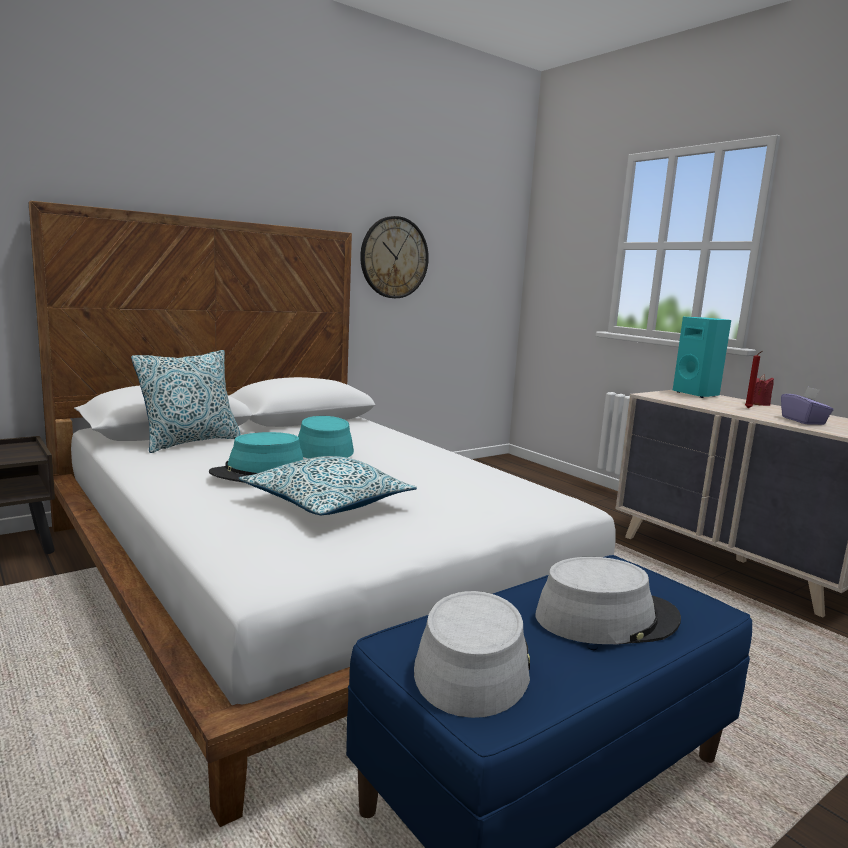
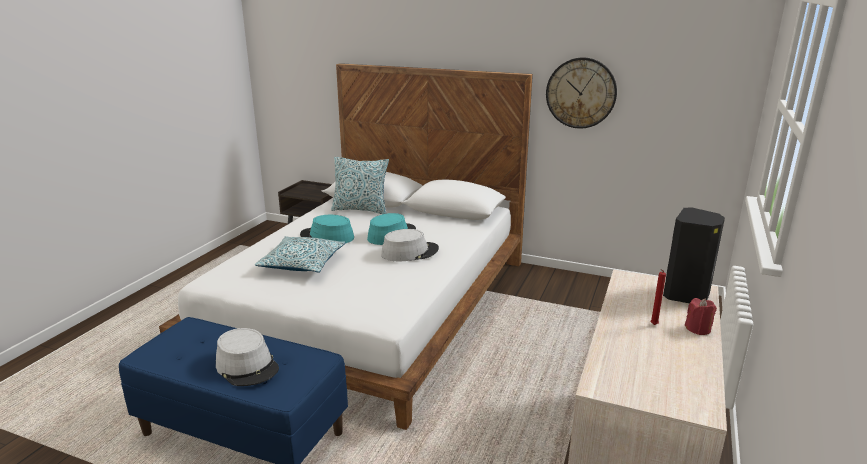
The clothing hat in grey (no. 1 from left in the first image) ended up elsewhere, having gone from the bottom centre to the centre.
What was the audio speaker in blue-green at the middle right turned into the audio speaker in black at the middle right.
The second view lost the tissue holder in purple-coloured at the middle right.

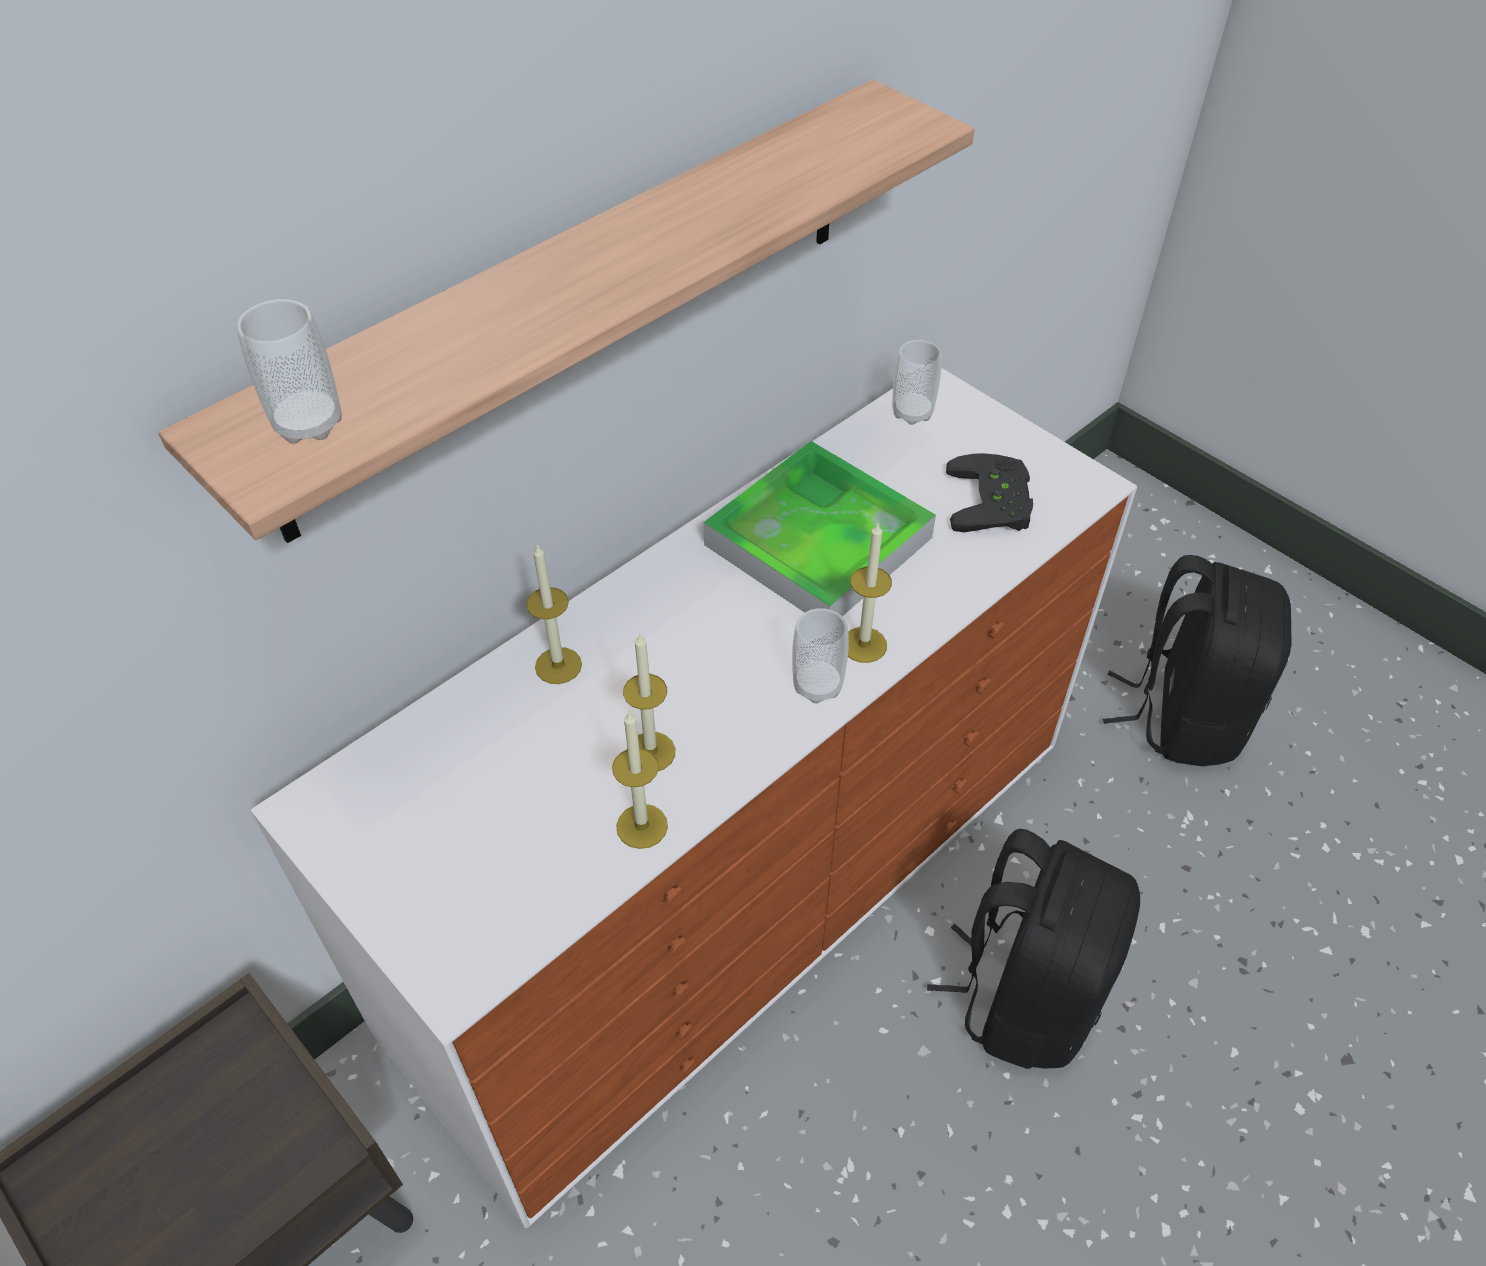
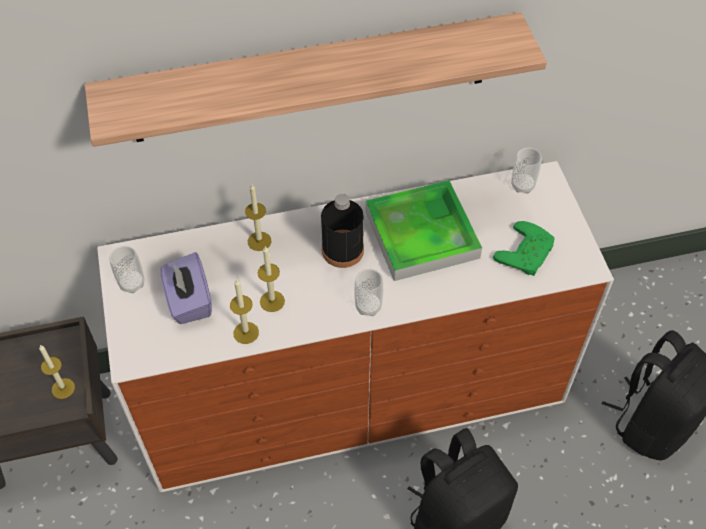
The wax candle (no. 4 from left in the first image) ended up elsewhere, having gone from the centre to the bottom left.
The cup (no. 1 from left) ended up elsewhere, having gone from the top left to the middle left.
The second view gained the tissue holder in purple-coloured at the middle left.
The second view gained the beverage bottle in black at the centre.
What was the joypad in black at the centre turned into the joypad in greenish at the middle right.

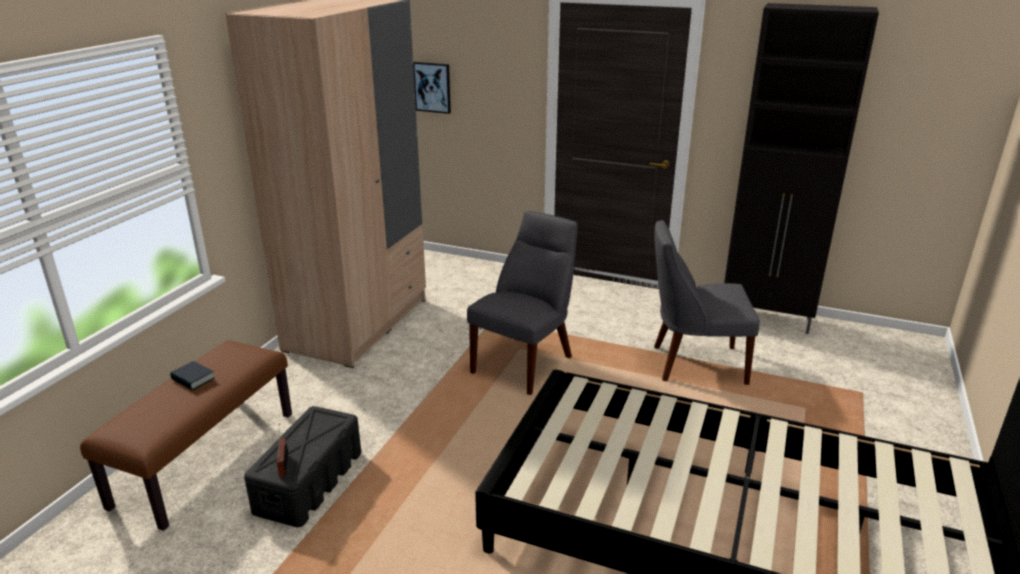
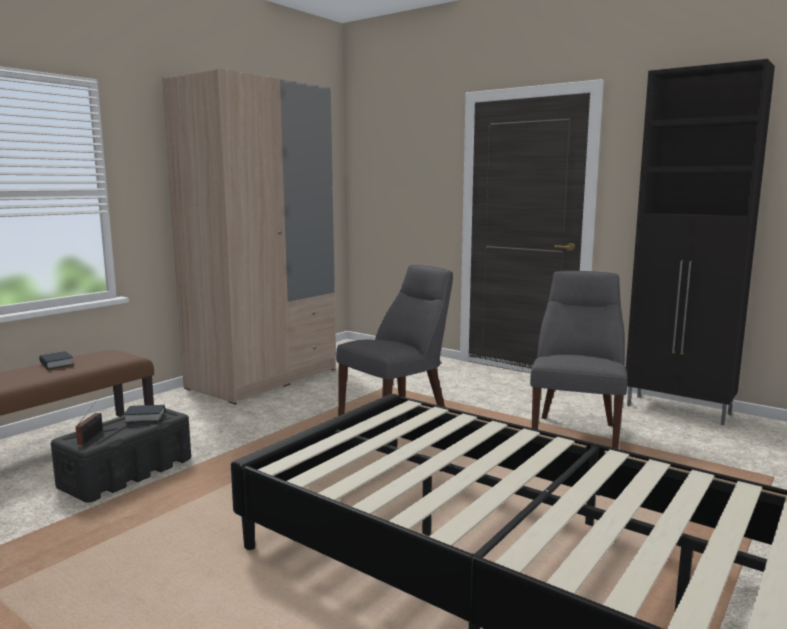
The second view gained the book (no. 2 from left) at the middle left.
The upright chair in grey (no. 2 from left) at the middle right ended up facing another way, 90 degrees clockwise from before.
The second view lost the wall art at the top centre.

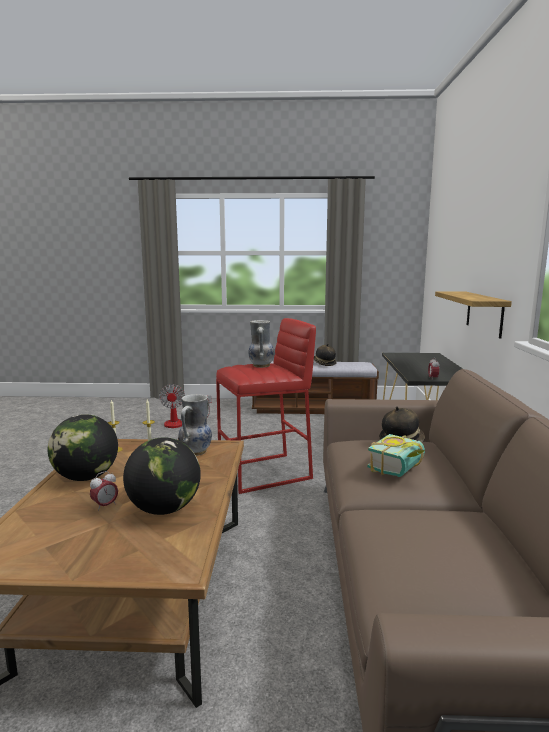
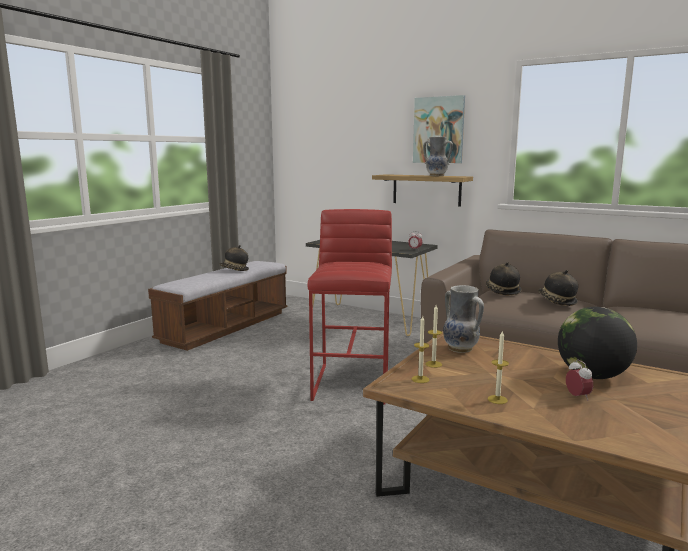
The second view gained the wall art at the top centre.
The flower vase (no. 2 from left in the first image) ended up elsewhere, having gone from the centre to the top centre.
Where the desk globe (no. 1 from left) stood at the middle left, the wax candle (no. 3 from left) came to stand at the middle right.
Where the book stood at the middle right, the clothing hat (no. 3 from left) came to stand at the middle right.
The second view lost the cooling fan at the centre.

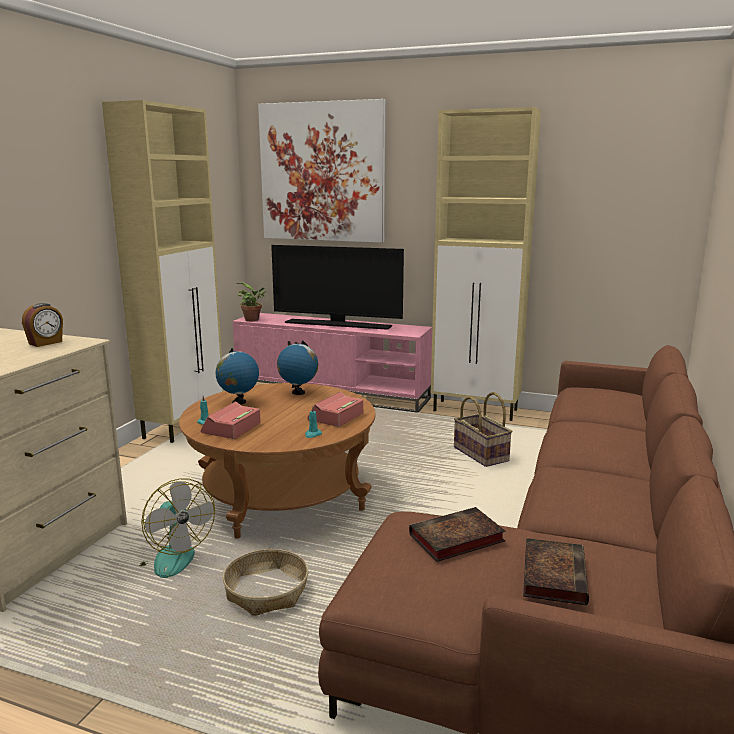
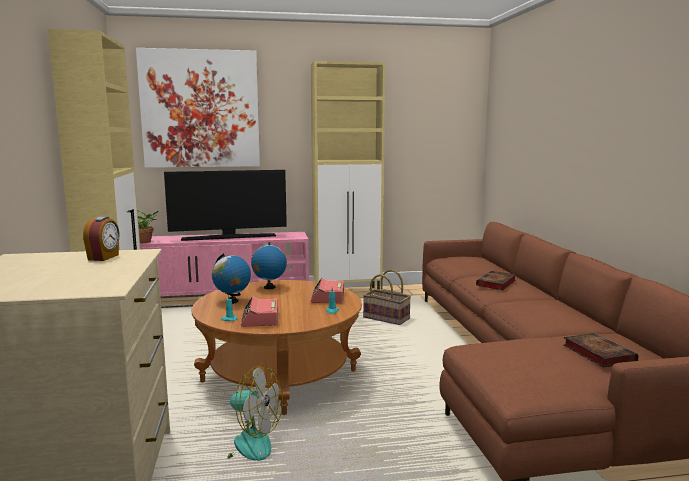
The book (no. 1 from left) ended up elsewhere, having gone from the bottom centre to the middle right.
The second view lost the basket (no. 1 from left) at the bottom centre.

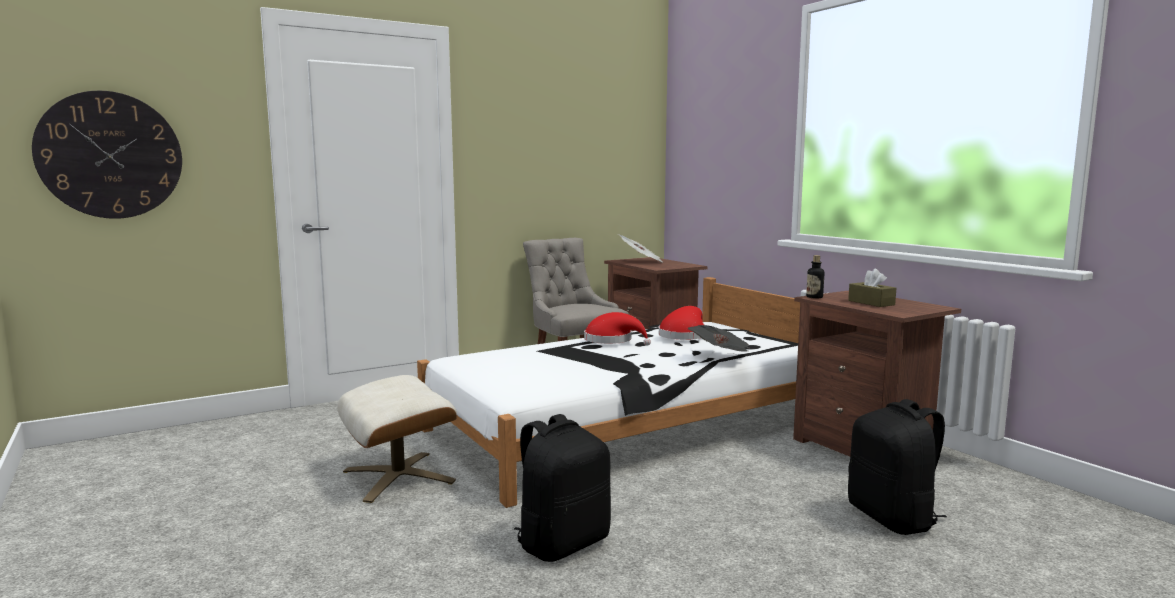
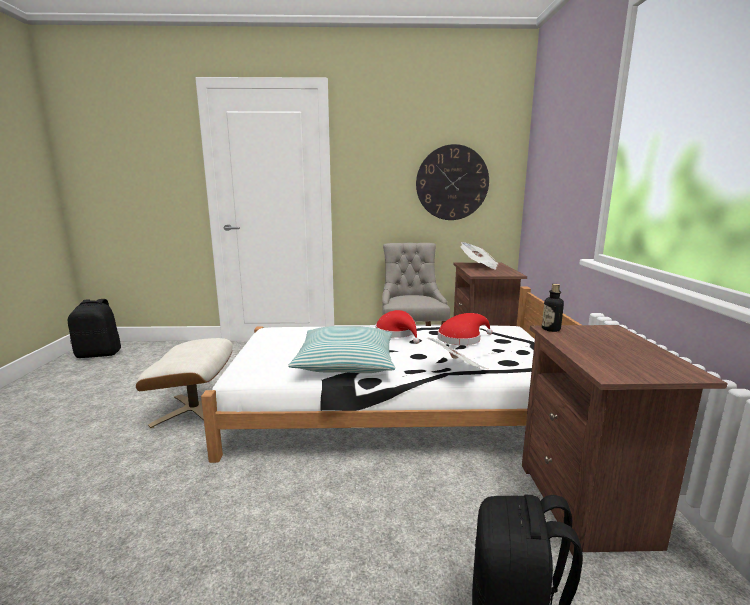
The knapsack in black (no. 1 from left) ended up elsewhere, having gone from the bottom centre to the middle left.
The second view gained the pillow at the centre.
The hanging clock ended up elsewhere, having gone from the top left to the top centre.
The second view lost the tissue holder in brownish at the middle right.

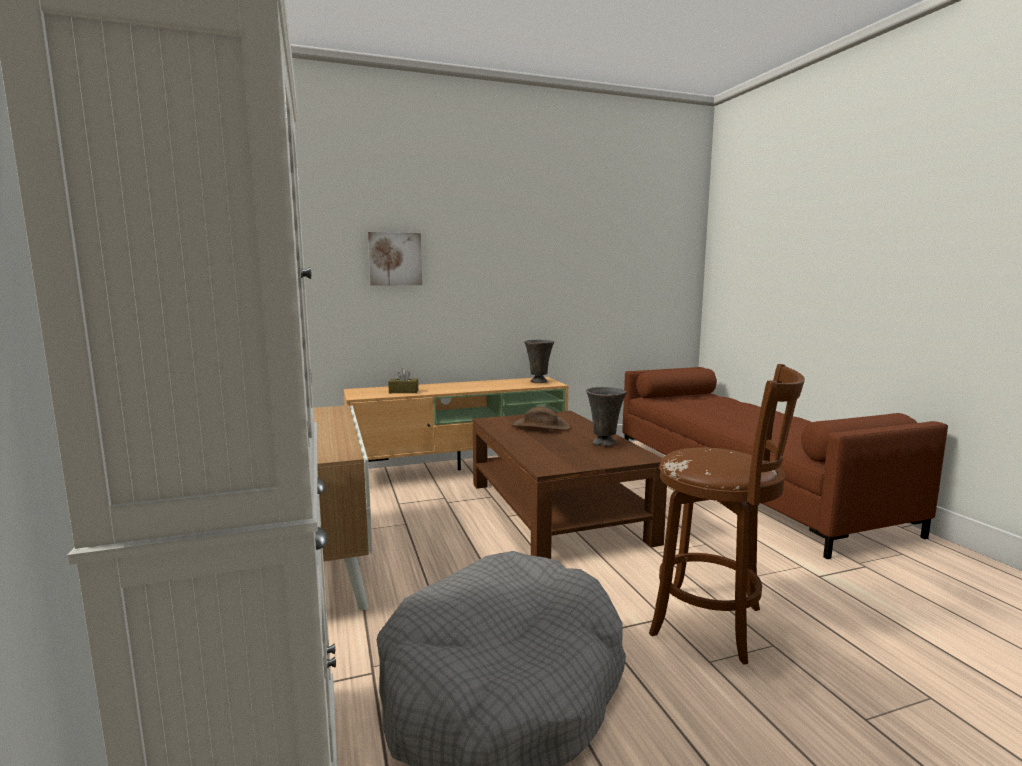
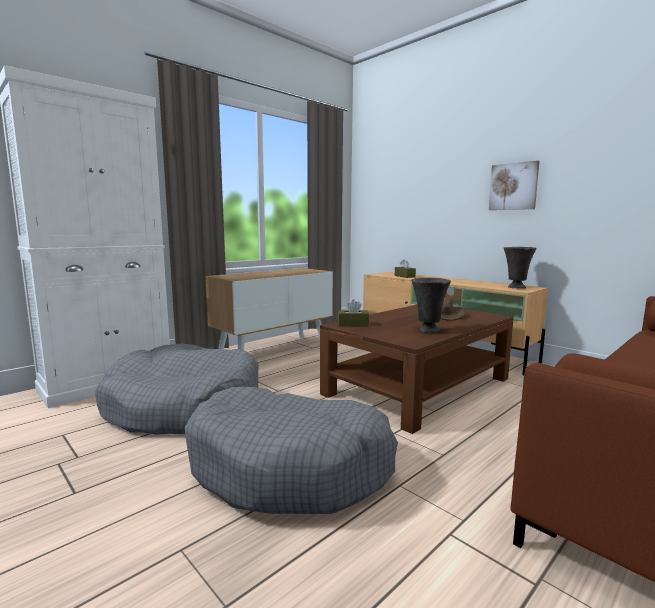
Where the stool seat in brownish stood at the bottom right, the pet bed in grey (no. 2 from left) came to stand at the bottom centre.
The second view gained the tissue holder in brownish (no. 1 from left) at the centre.
The wall art ended up elsewhere, having gone from the centre to the top right.

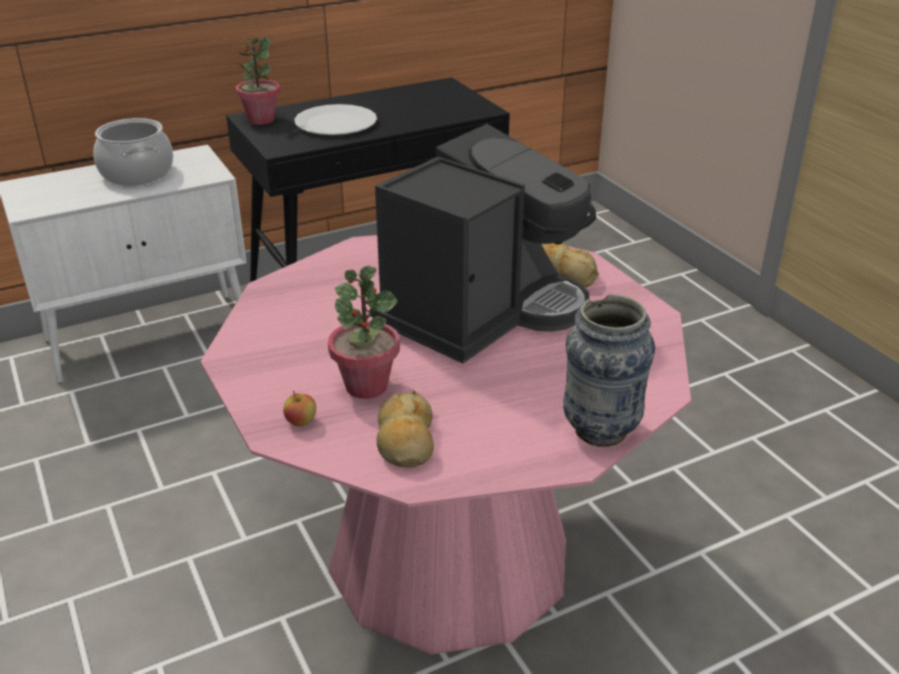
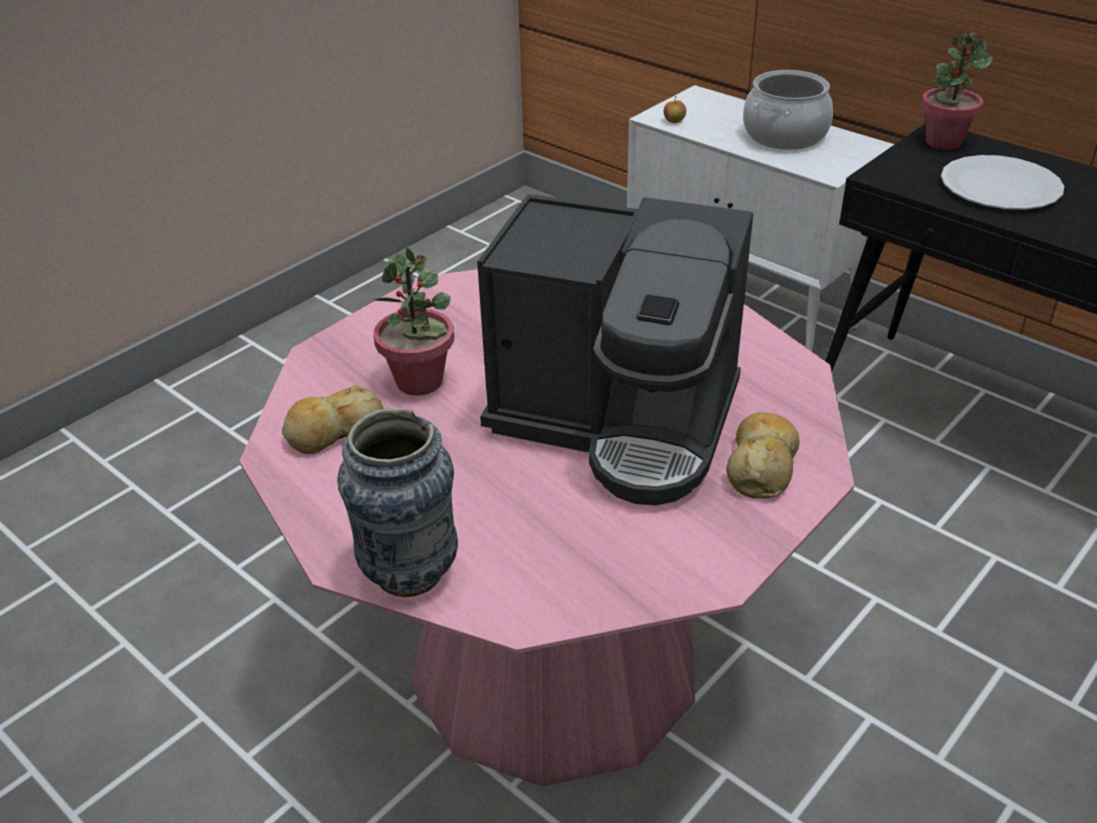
The apple ended up elsewhere, having gone from the middle left to the top centre.

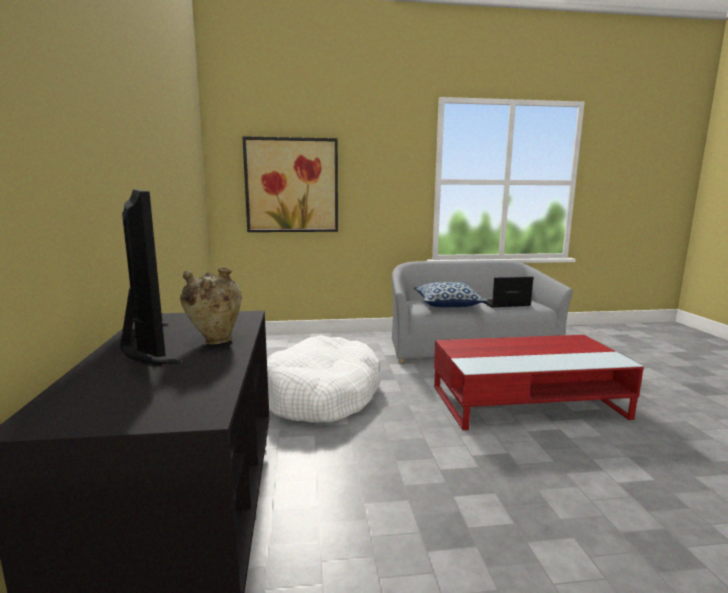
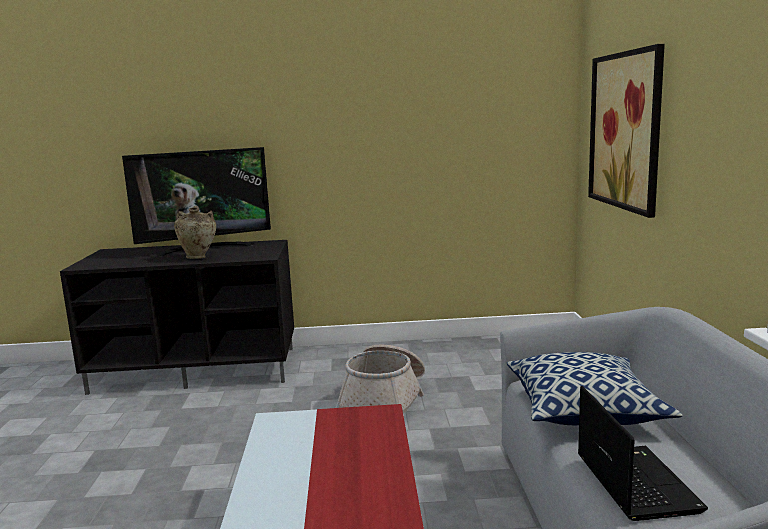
Where the pet bed in white-coloured stood at the centre, the basket came to stand at the bottom centre.

